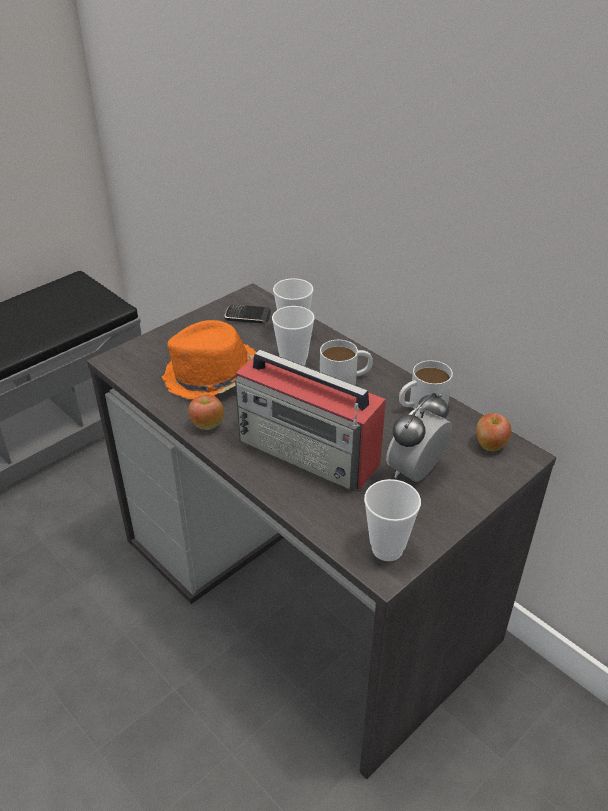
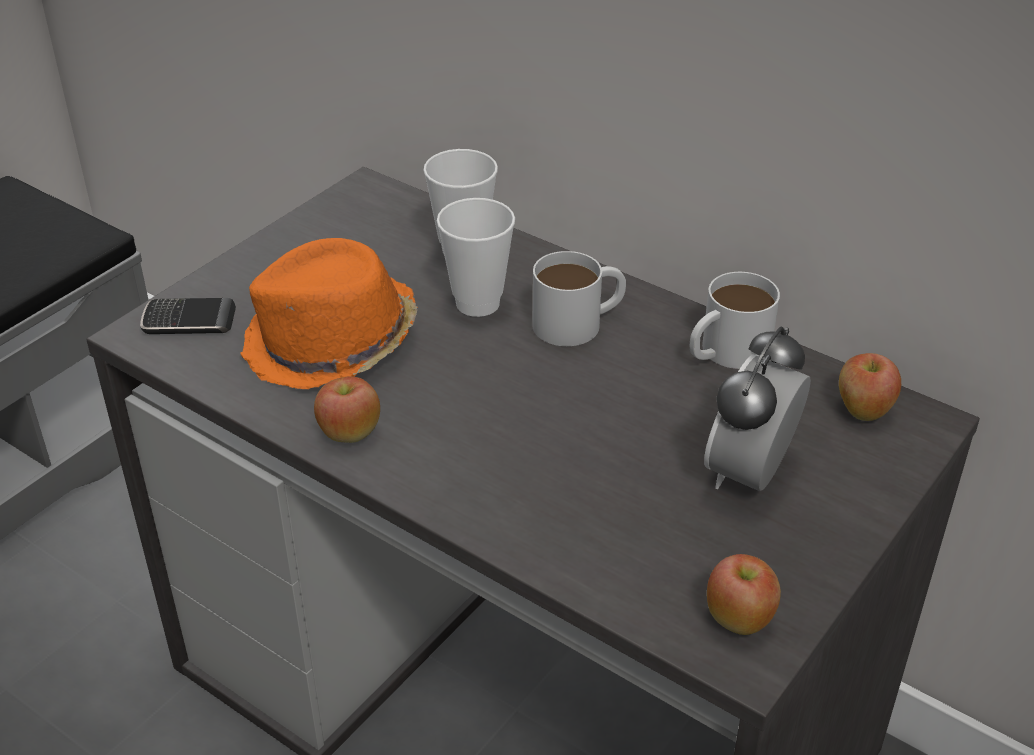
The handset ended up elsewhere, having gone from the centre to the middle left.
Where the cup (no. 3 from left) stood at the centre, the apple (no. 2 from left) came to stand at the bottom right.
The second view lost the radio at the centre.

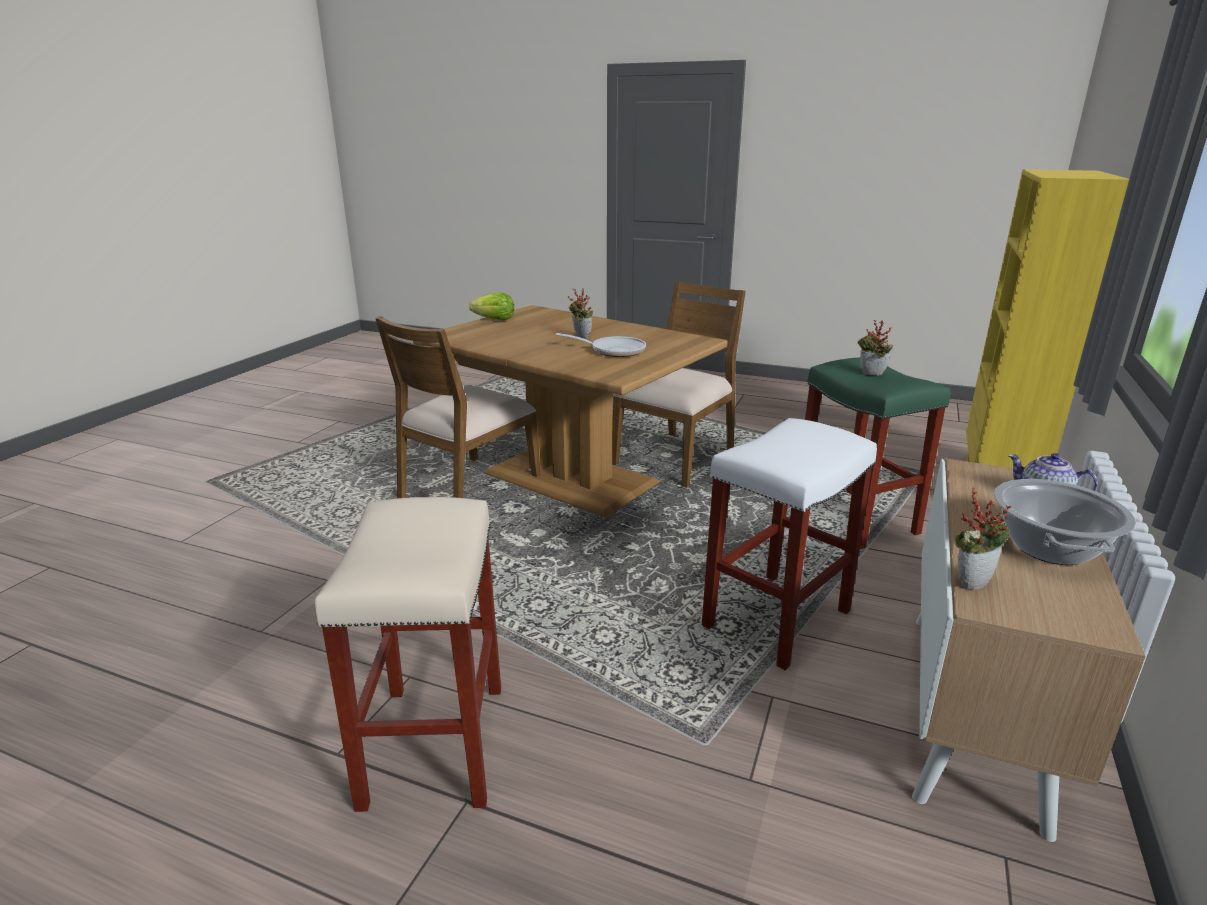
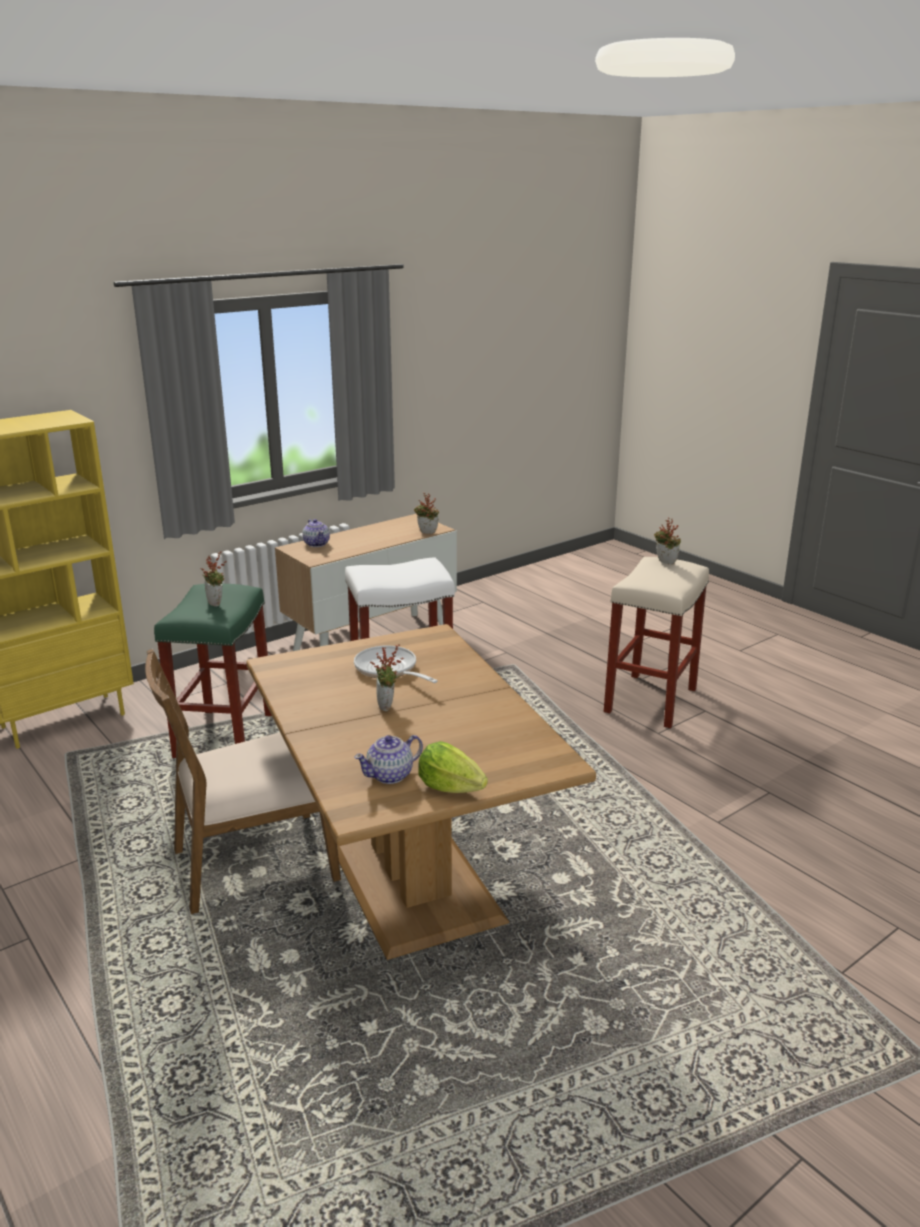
The second view gained the tea pot (no. 2 from left) at the centre.
The second view gained the potted plant (no. 4 from left) at the middle right.
The second view lost the upright chair in brownish (no. 1 from left) at the centre.
The second view lost the cooking pot at the middle right.

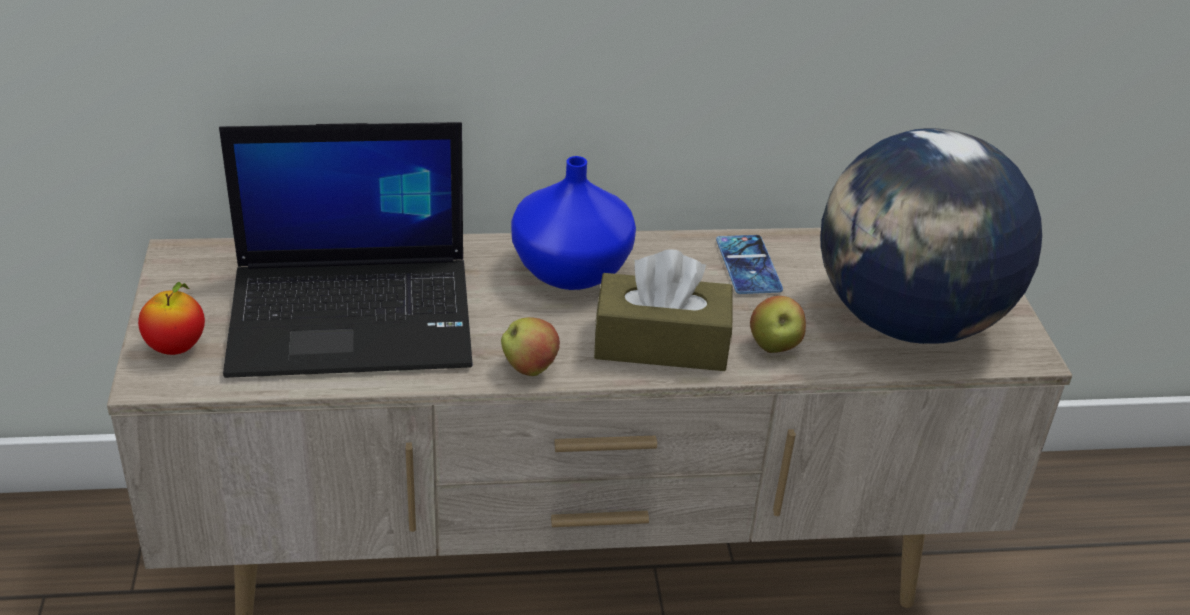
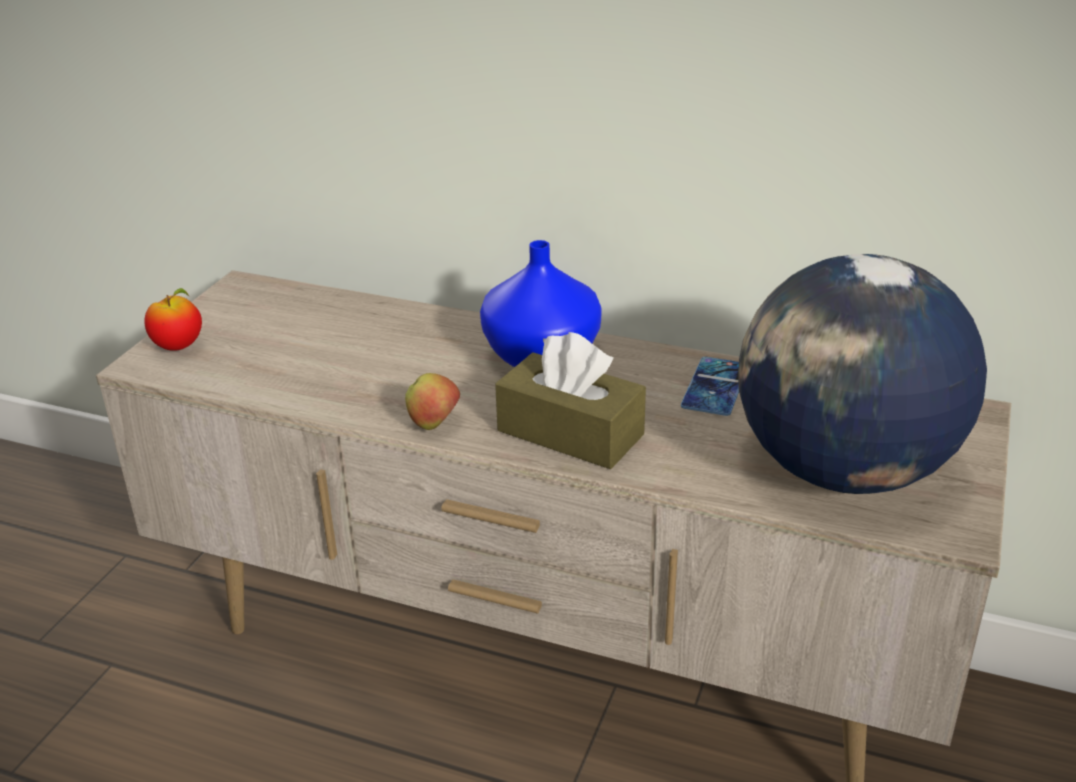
The second view lost the notebook computer at the middle left.
The second view lost the apple (no. 3 from left) at the centre.

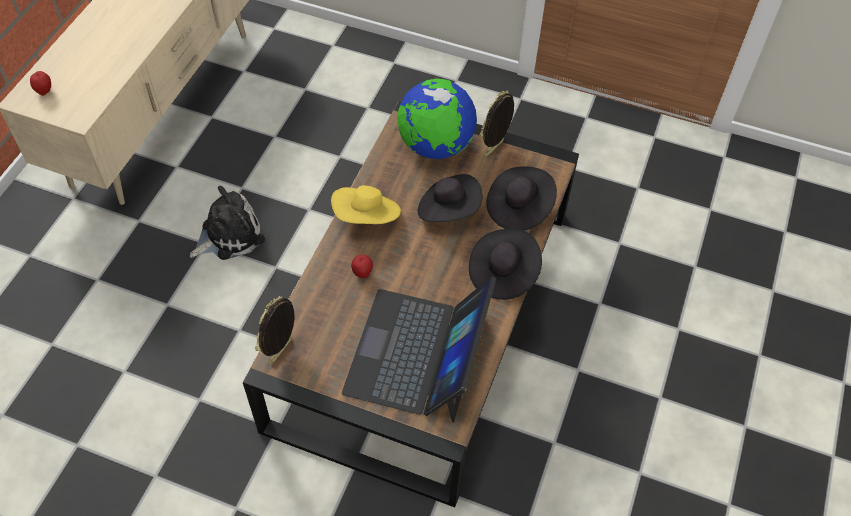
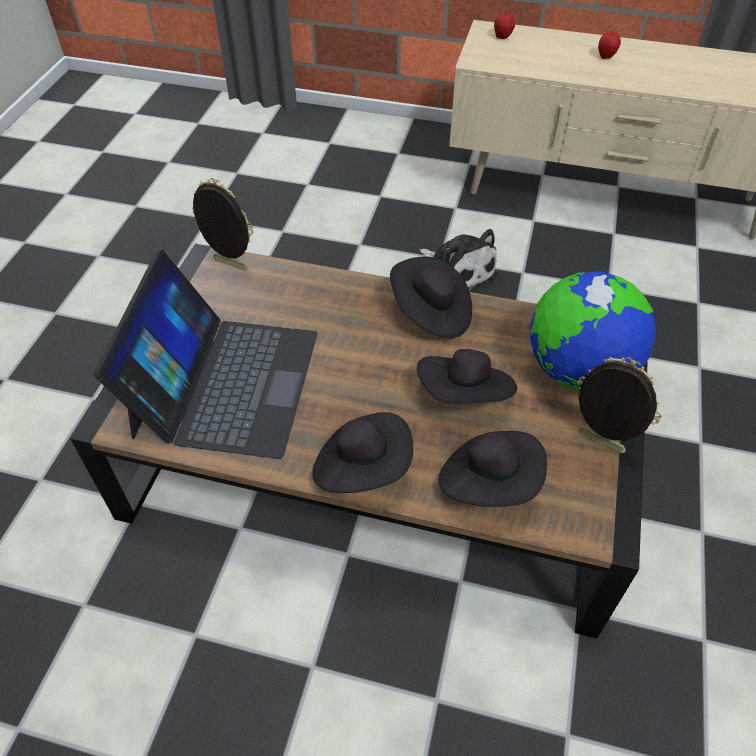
The notebook computer at the bottom centre ended up facing another way, 90 degrees clockwise from before.
What was the clothing hat in yellowish at the centre turned into the clothing hat in black (no. 2 from left) at the centre.
The apple (no. 2 from left) ended up elsewhere, having gone from the centre to the top right.

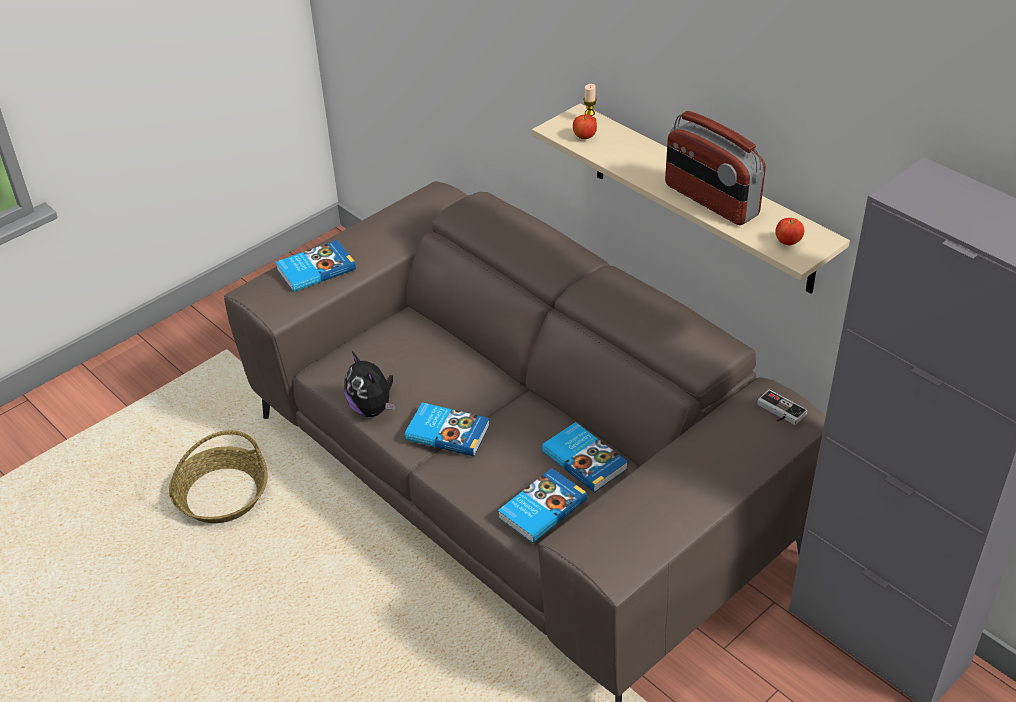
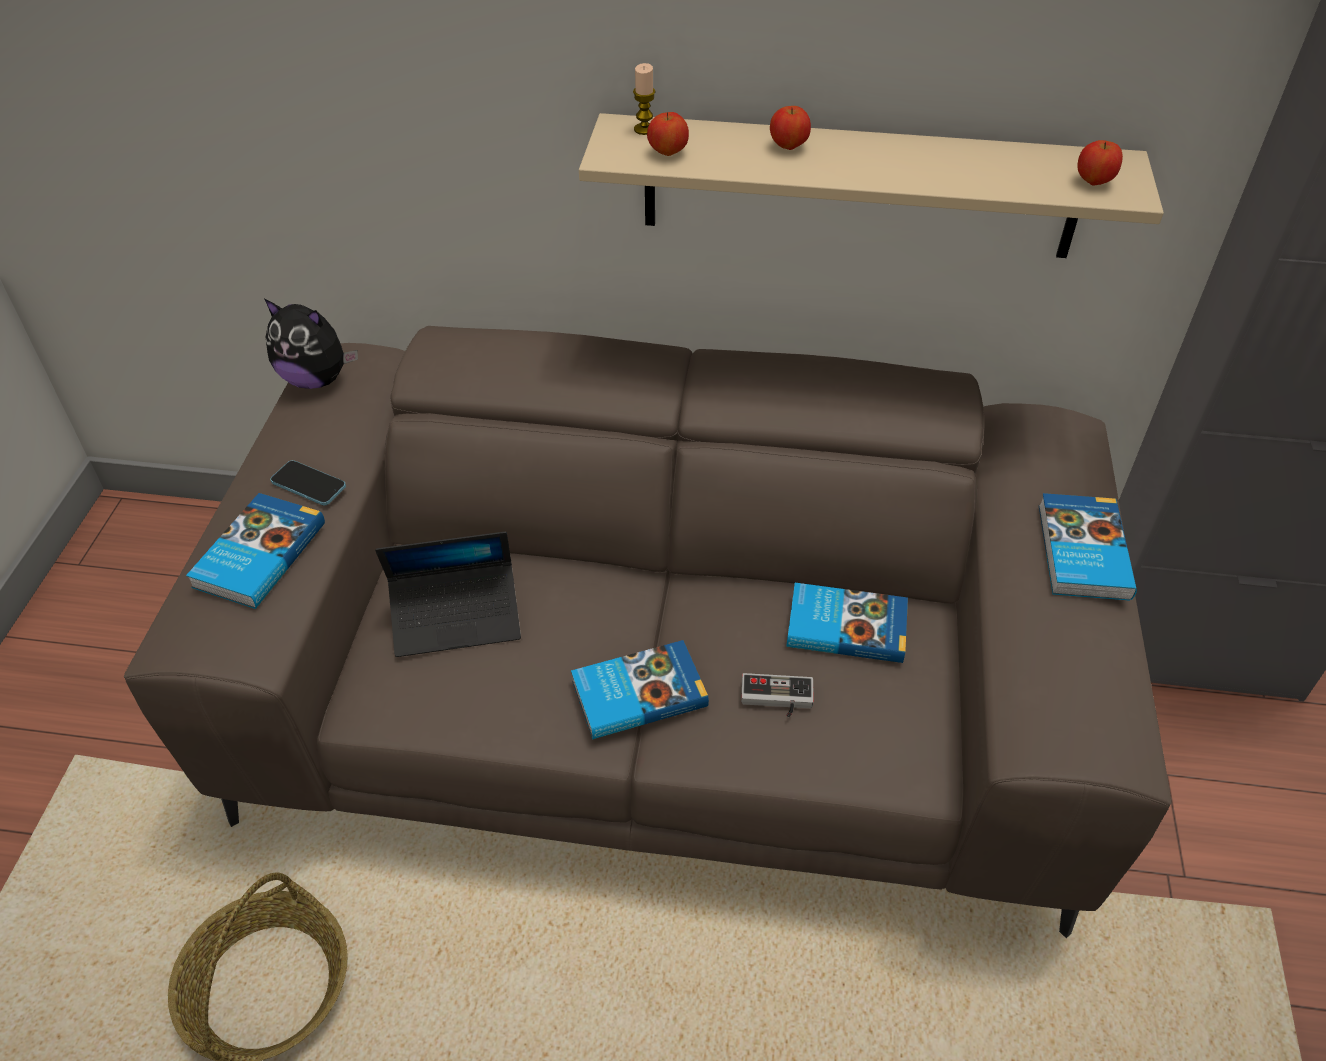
The cuddly toy ended up elsewhere, having gone from the centre to the top left.
The second view gained the handset at the middle left.
The second view gained the notebook computer at the centre.
The joypad ended up elsewhere, having gone from the middle right to the centre.
The second view gained the apple (no. 2 from left) at the top centre.
The book (no. 3 from left in the first image) ended up elsewhere, having gone from the bottom centre to the middle right.
The second view lost the radio at the top right.

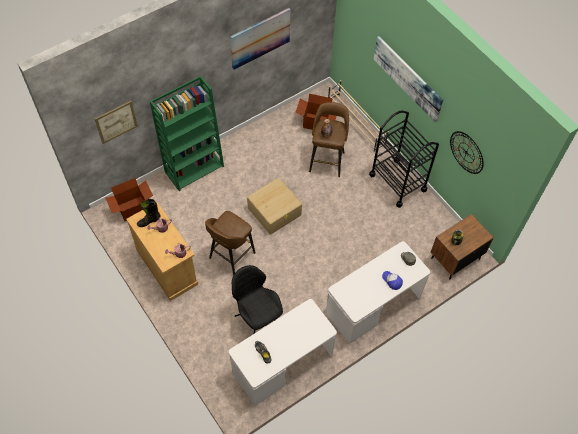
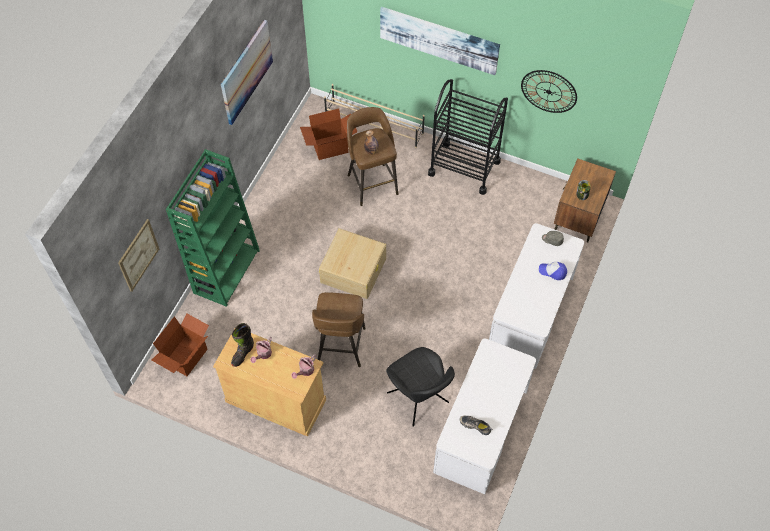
The upright chair in black at the bottom centre ended up facing another way, 150 degrees counterclockwise from before.

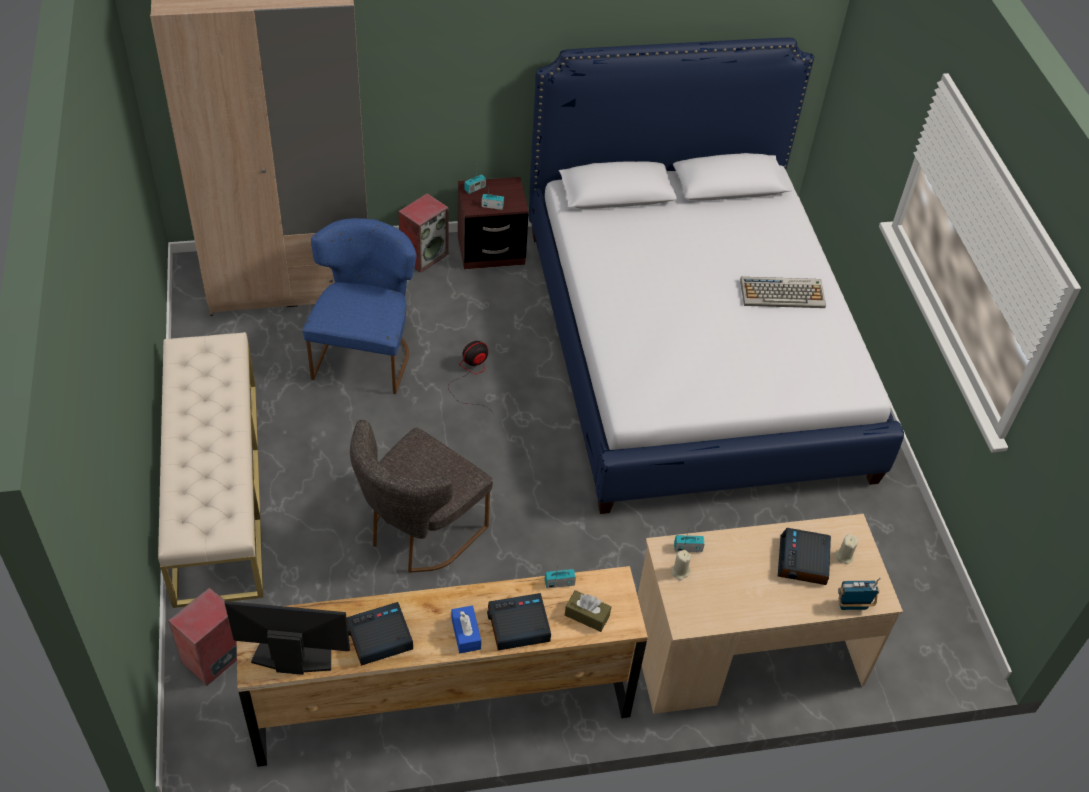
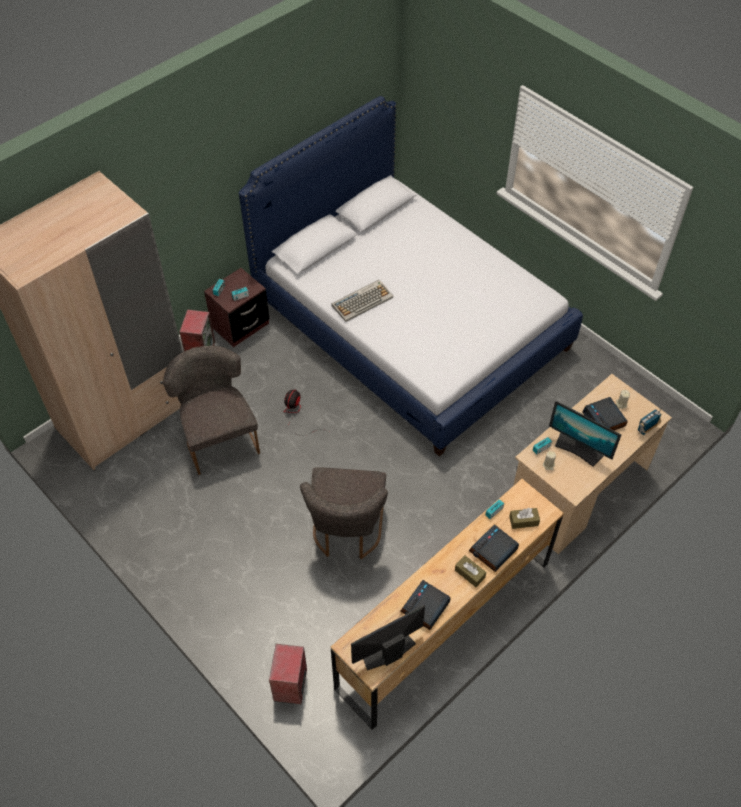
What was the upright chair in bluish at the middle left turned into the upright chair in grey (no. 1 from left) at the middle left.
The keyboard ended up elsewhere, having gone from the middle right to the centre.
What was the tissue holder in bluish at the bottom centre turned into the tissue holder in brownish (no. 1 from left) at the bottom centre.
The second view gained the computer screen (no. 2 from left) at the middle right.
The second view lost the bench in sand-coloured at the middle left.

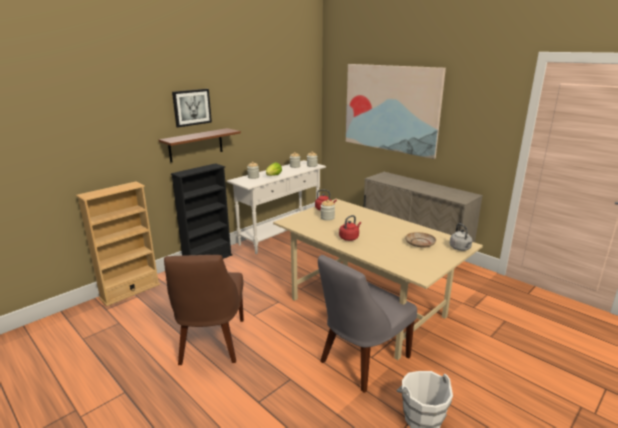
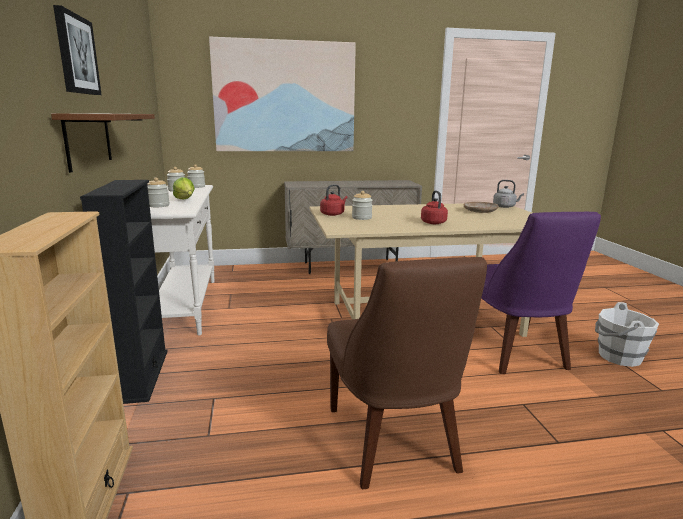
The upright chair in brownish at the bottom left ended up facing another way, 45 degrees clockwise from before.
What was the upright chair in grey at the bottom centre turned into the upright chair in purple-coloured at the middle right.

